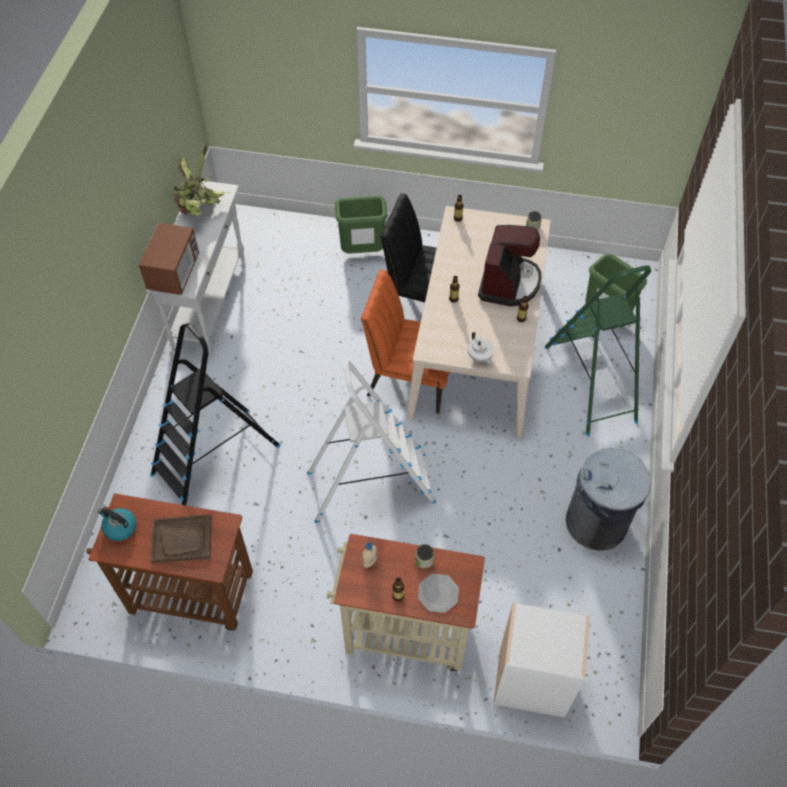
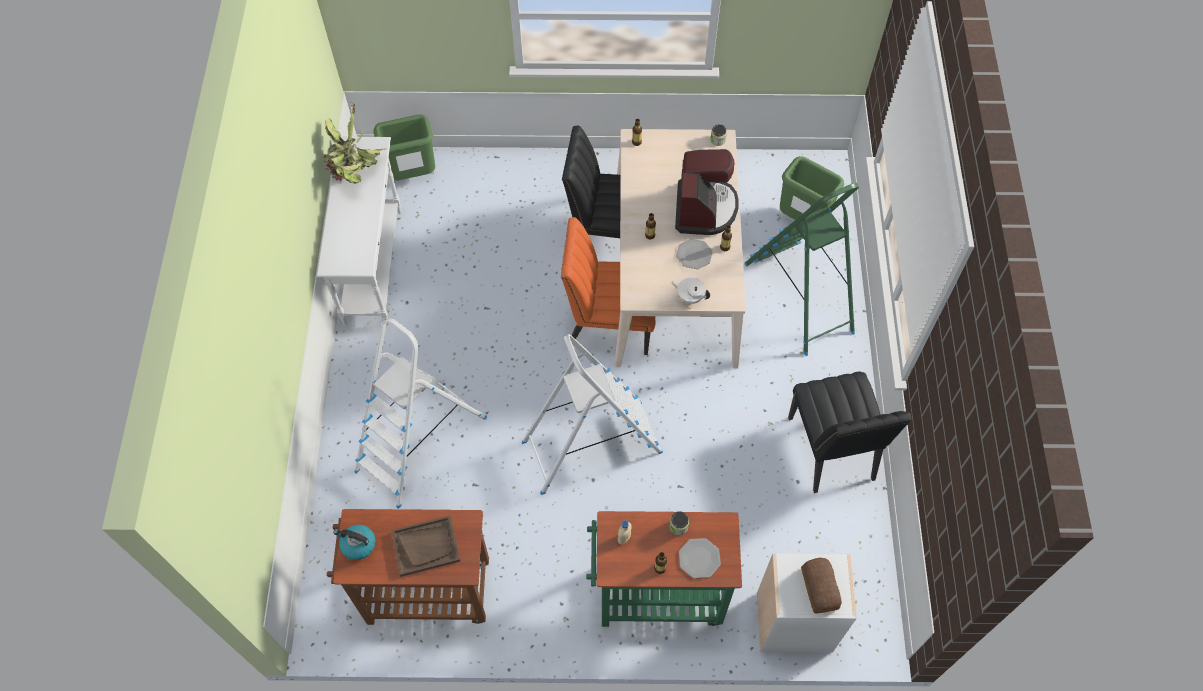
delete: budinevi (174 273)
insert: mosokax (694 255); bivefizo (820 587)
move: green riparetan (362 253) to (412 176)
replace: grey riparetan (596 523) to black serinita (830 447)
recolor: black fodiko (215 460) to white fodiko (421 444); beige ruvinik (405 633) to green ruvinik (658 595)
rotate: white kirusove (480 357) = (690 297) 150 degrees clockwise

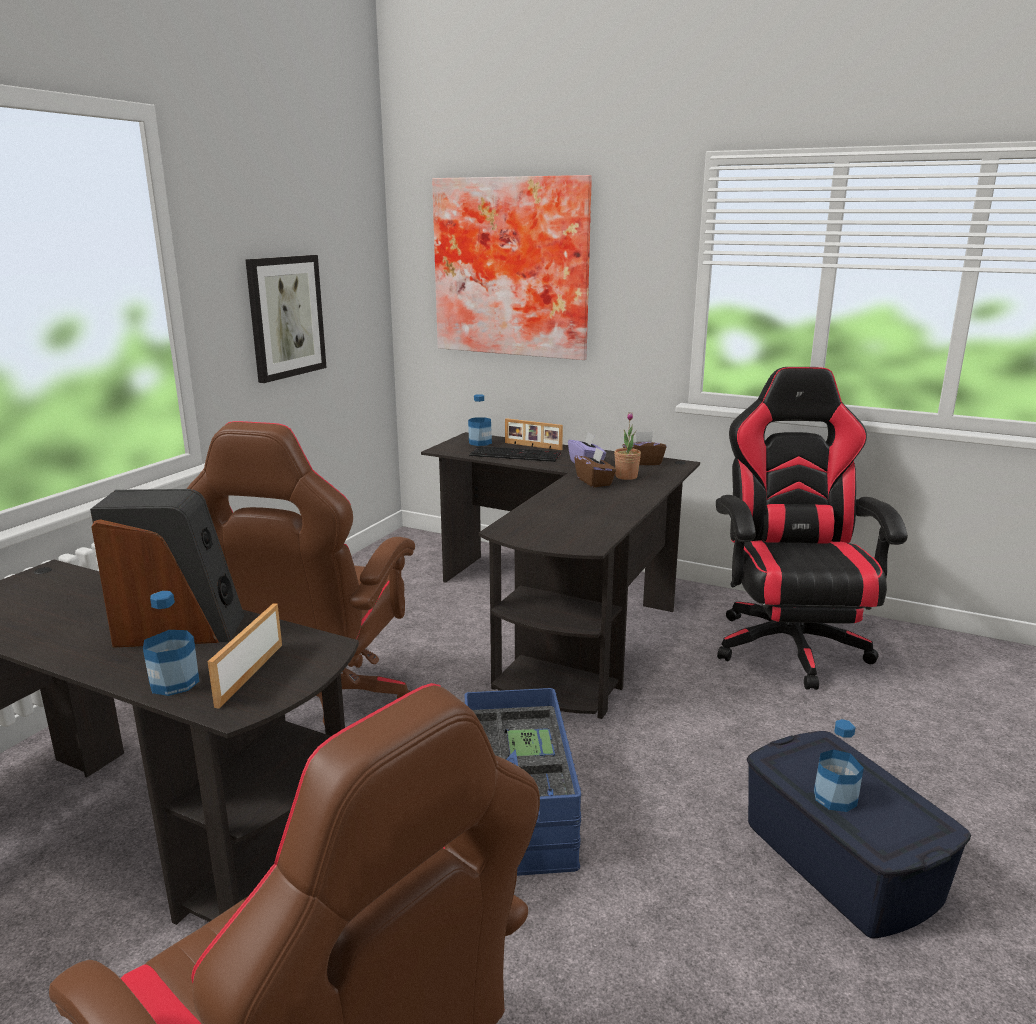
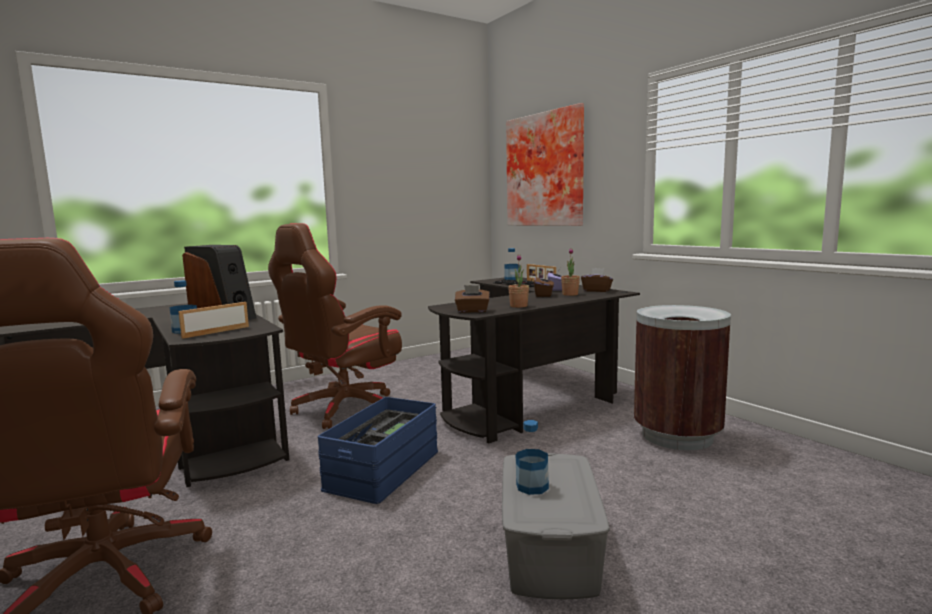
delete: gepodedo (286 317)
insert: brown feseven (472 311); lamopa (518 306)
replace: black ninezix (789 648) to brown riparetan (677 436)
recolor: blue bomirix (840 862) to grey bomirix (549 550)

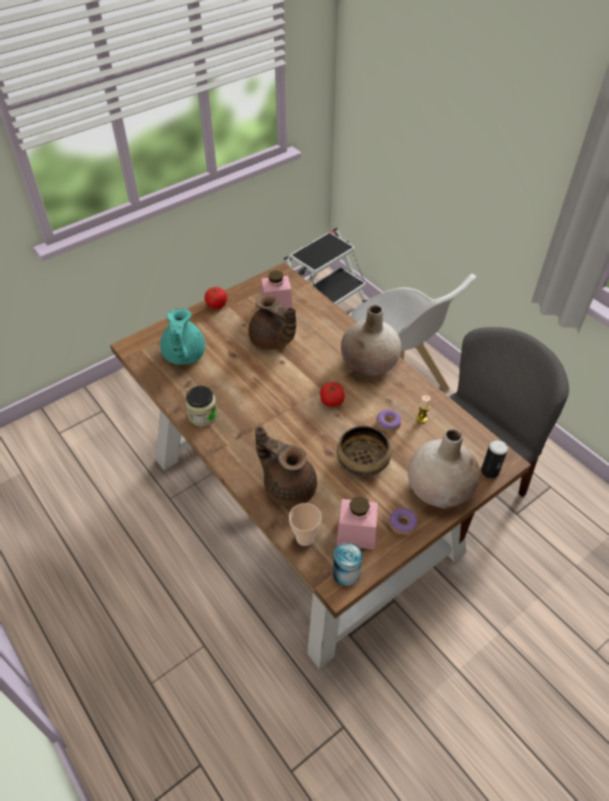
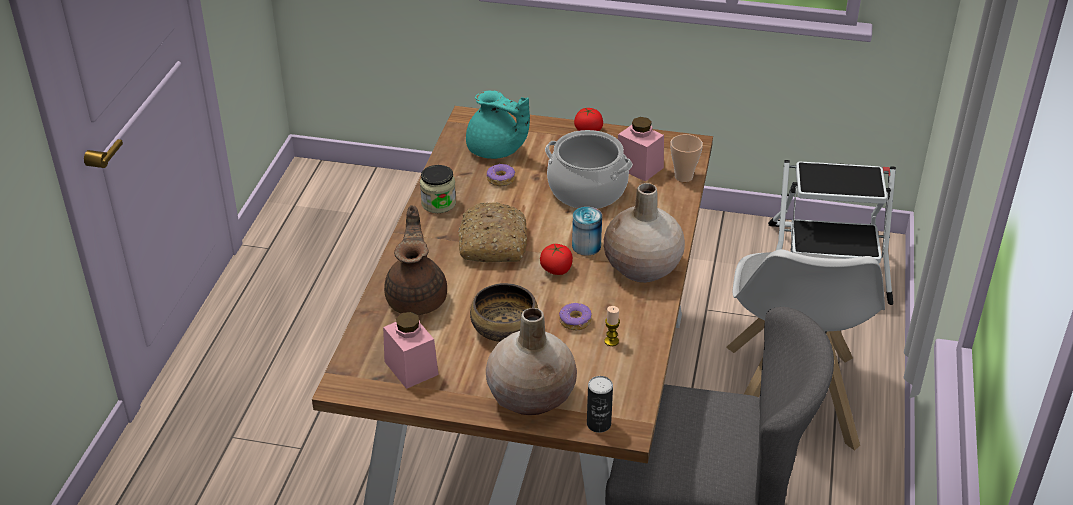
insert: bivefizo (492 243)
move: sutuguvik (402 524) to (500 179); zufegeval (346 573) to (586 246); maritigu (305 538) to (683 177)
replace: brown kirusove (272 341) to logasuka (587 190)
rotate: turquoise kirusove (183 355) = (496 151) 105 degrees counterclockwise

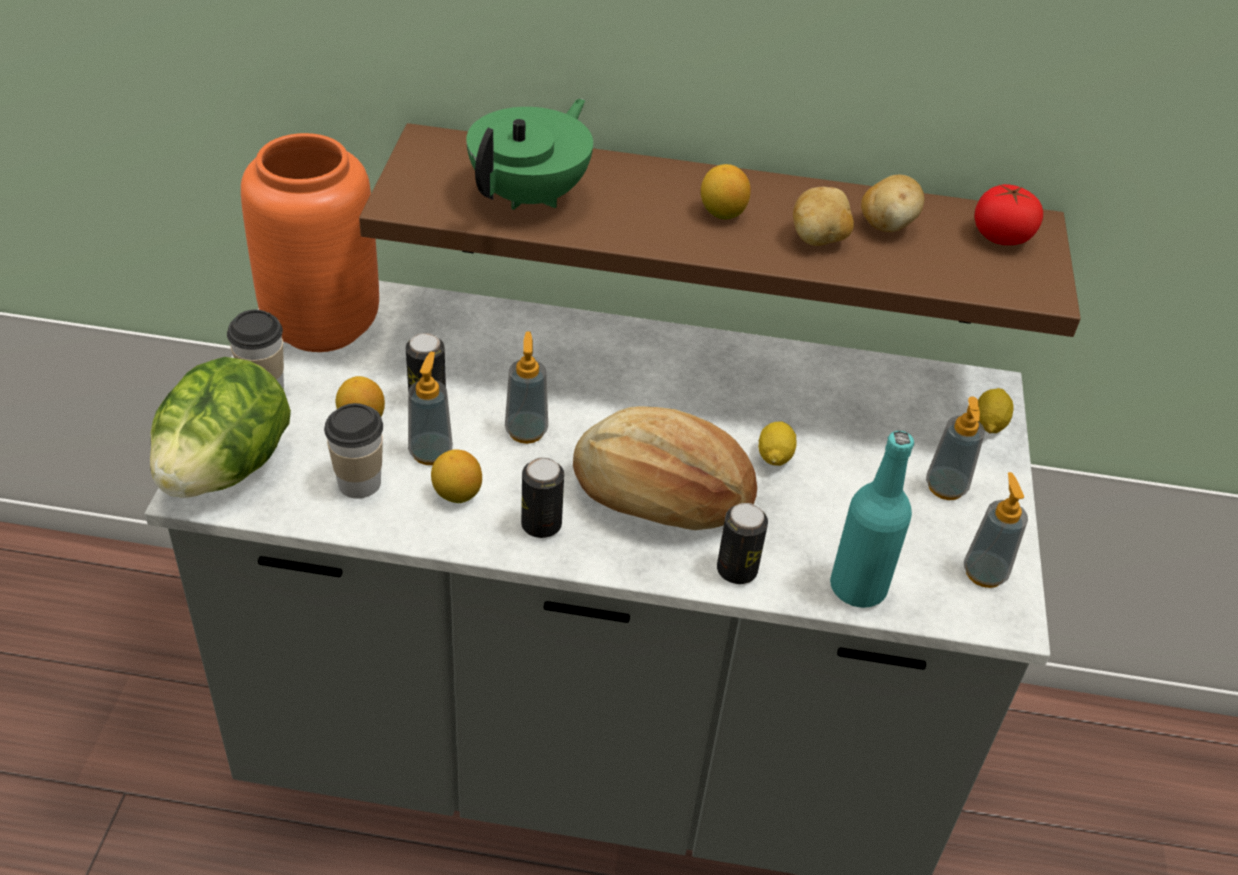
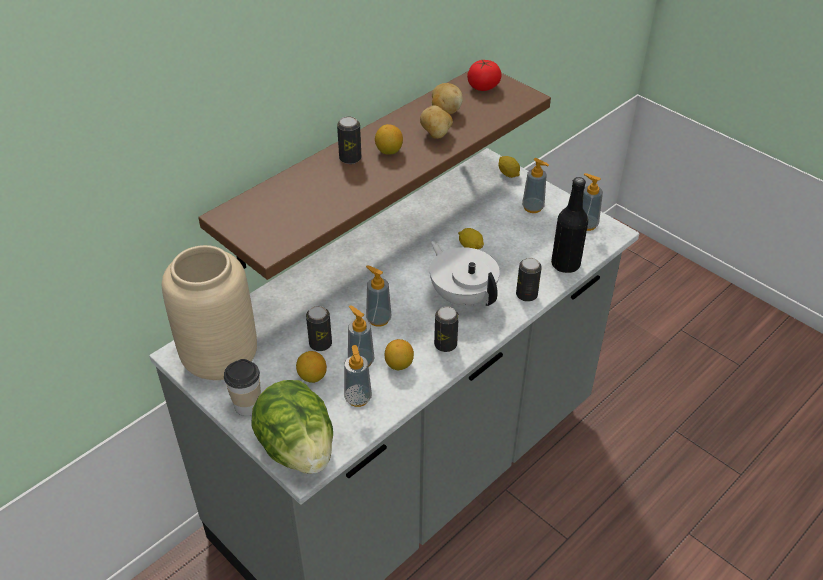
delete: green kirusove (531 195)
insert: zufegeval (350 158)
replace: maritigu (359 483) to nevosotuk (358 398); bivefizo (660 496) to white kirusove (462 295)
recolor: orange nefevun (321 327) to beige nefevun (222 360); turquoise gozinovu (858 587) to black gozinovu (565 264)

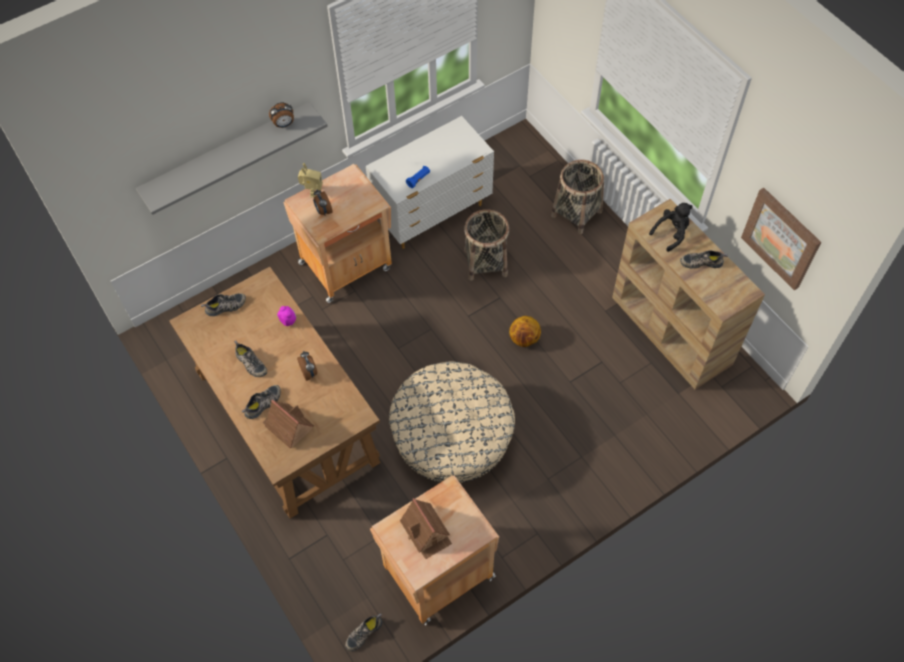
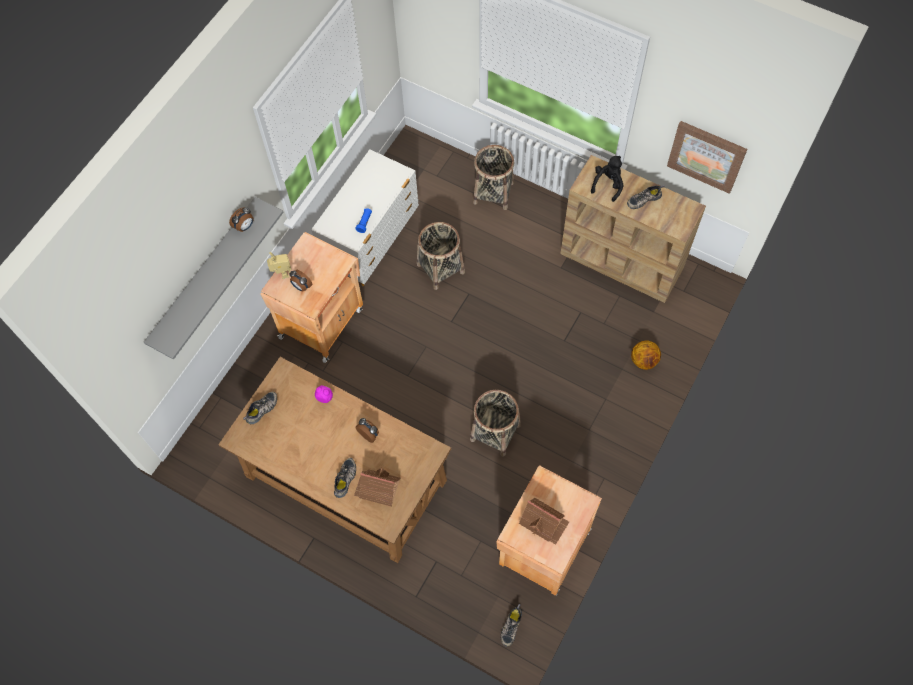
delete: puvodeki (250 363)
move: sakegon (524 339) to (644 361)
replace: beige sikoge (452 439) to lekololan (495 432)

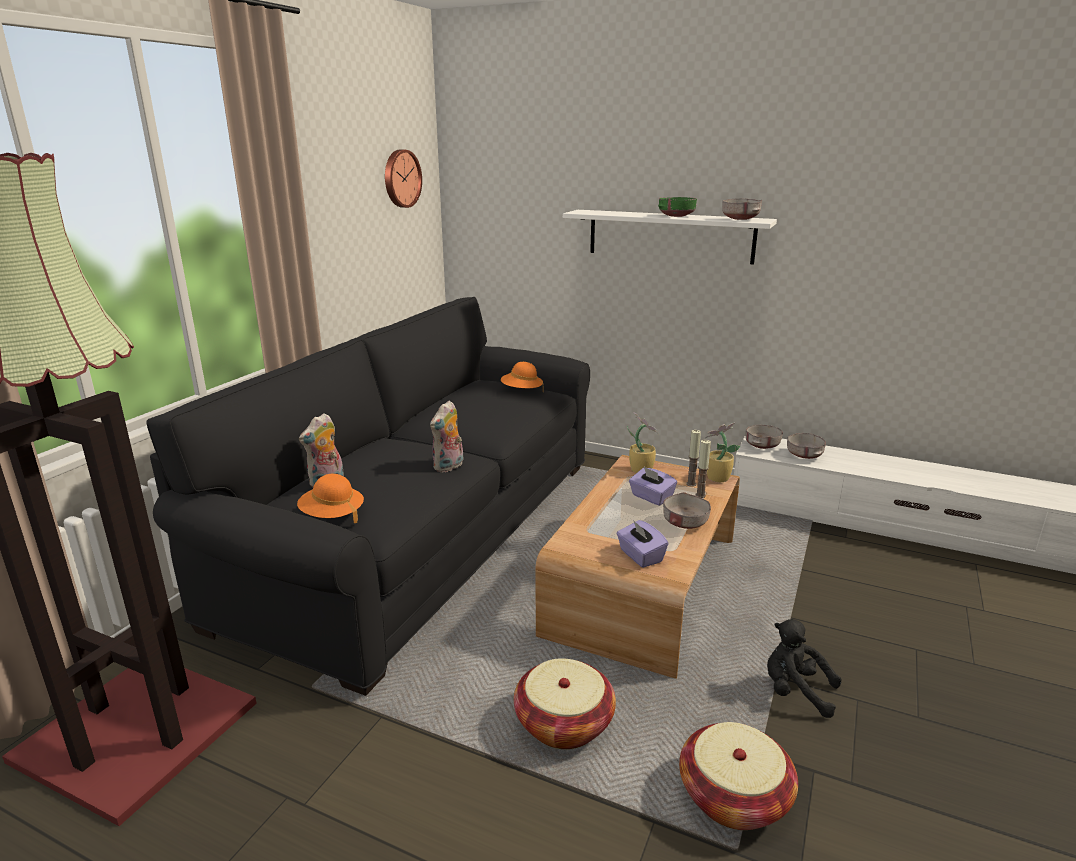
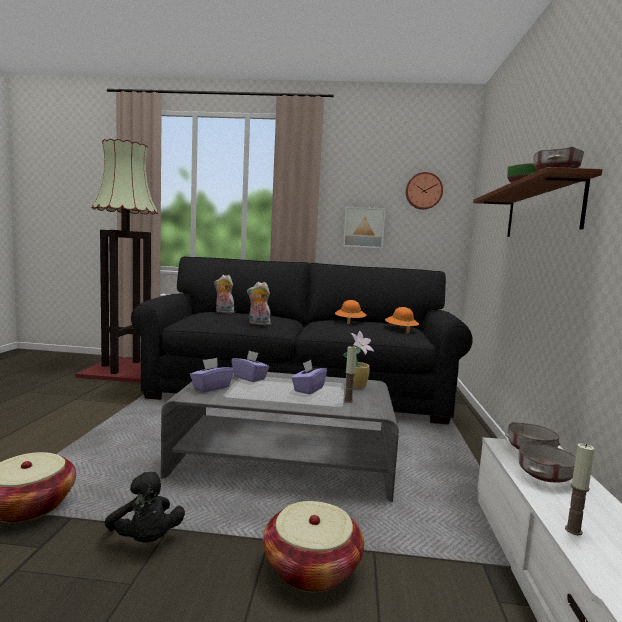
delete: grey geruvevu (684 523); lamopa (716 478)
insert: purple feseven (250 378); gepodedo (364 227)
move: lekololan (564 723) to (311 568); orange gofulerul (332 515) to (349 322); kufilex (700 495) to (573 530)
recolor: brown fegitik (643 585) to grey fegitik (283 461); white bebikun (670 236) to brown bebikun (541 211)
rotate: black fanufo (795 691) = (145 540) 135 degrees clockwise

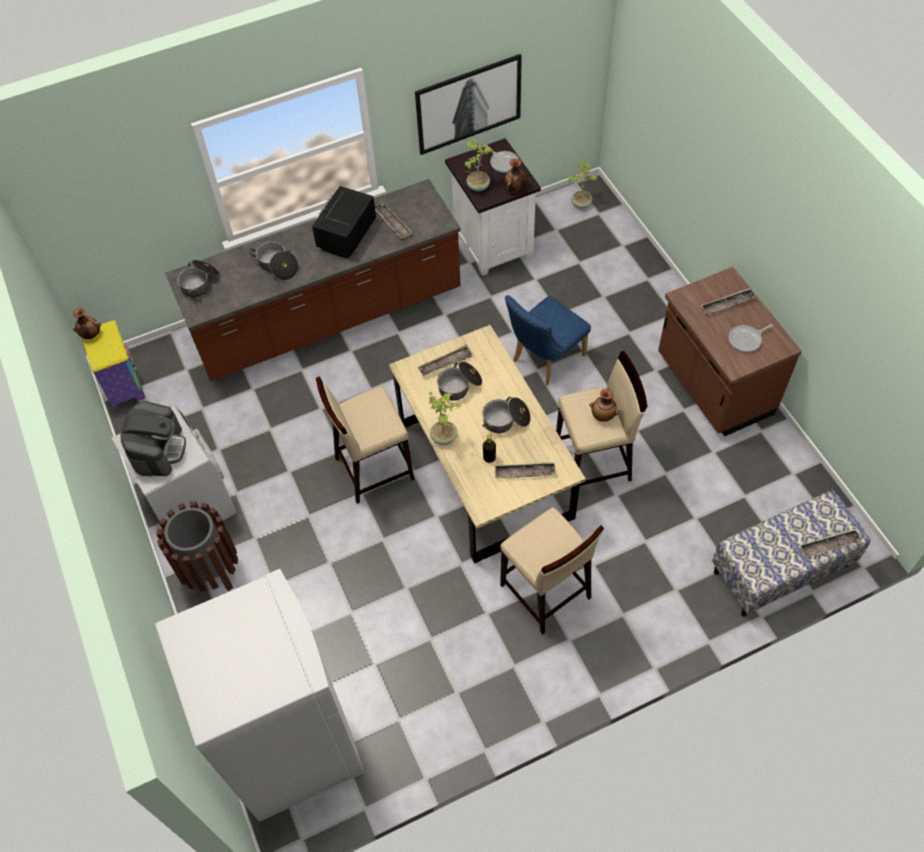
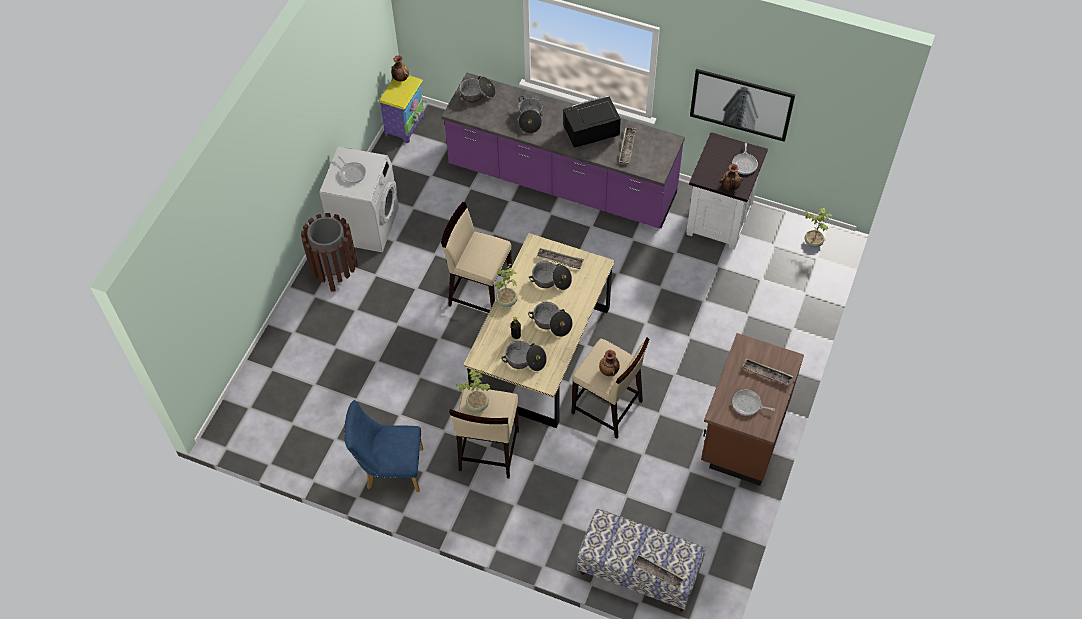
delete: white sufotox (293 744)
move: blue serinita (544 360) to (390 469); lamopa (477 186) to (477 404)
replace: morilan (158 449) to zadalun (352 173); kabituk (524 472) to logasuka (525 360)
recolor: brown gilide (328 318) to purple gilide (562 182)

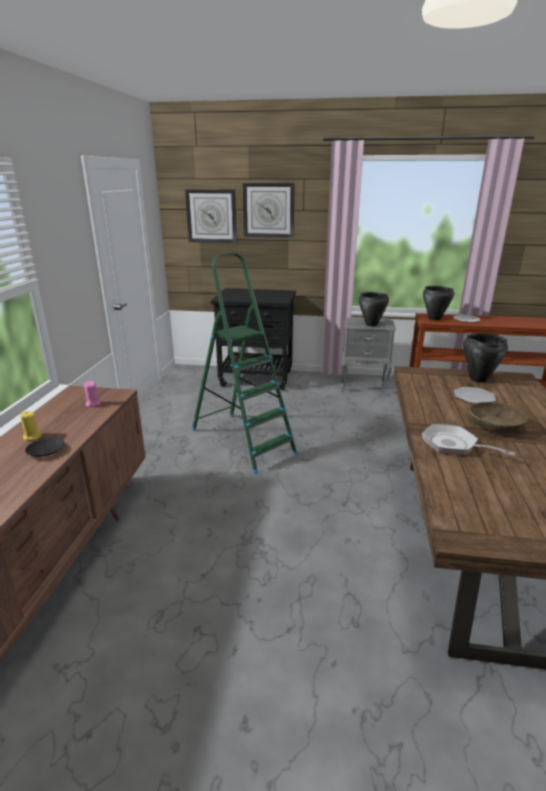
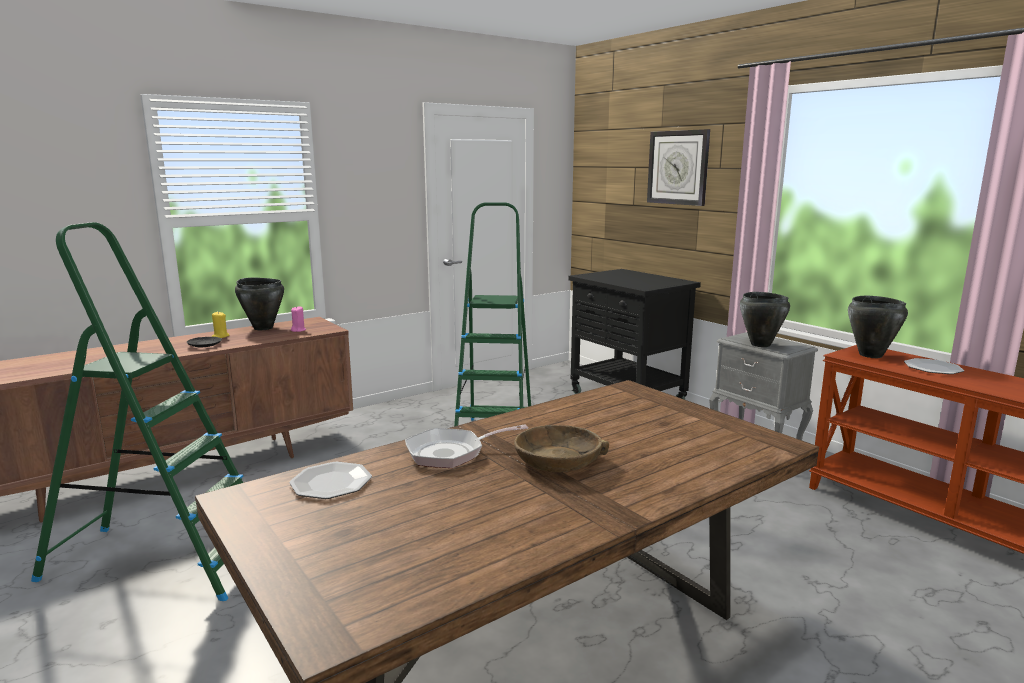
delete: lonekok (211 216)
insert: green fodiko (160 562)
move: black logasuka (477 379) to (263 328); mosokax (474 396) to (331 482)
rotate: zadalun (453 445) = (451 453) 105 degrees counterclockwise

